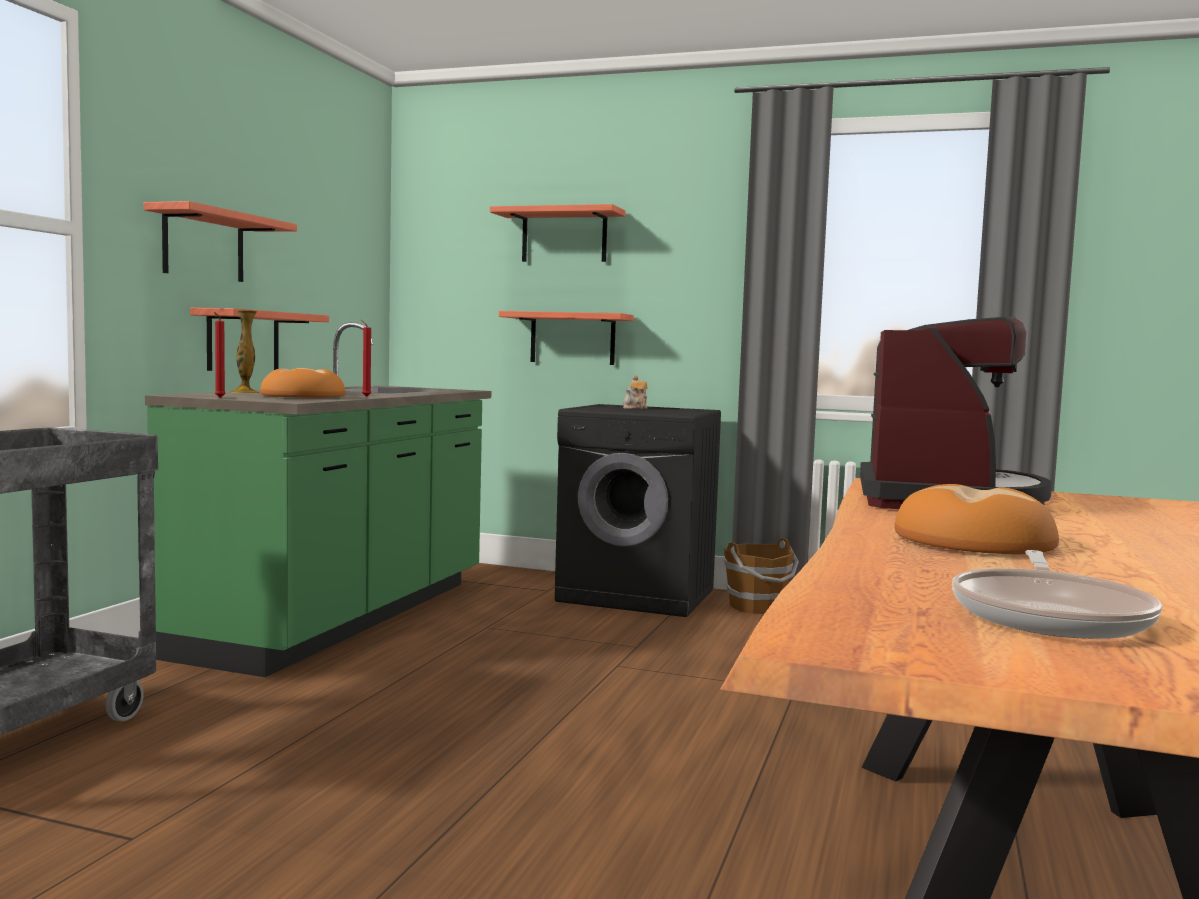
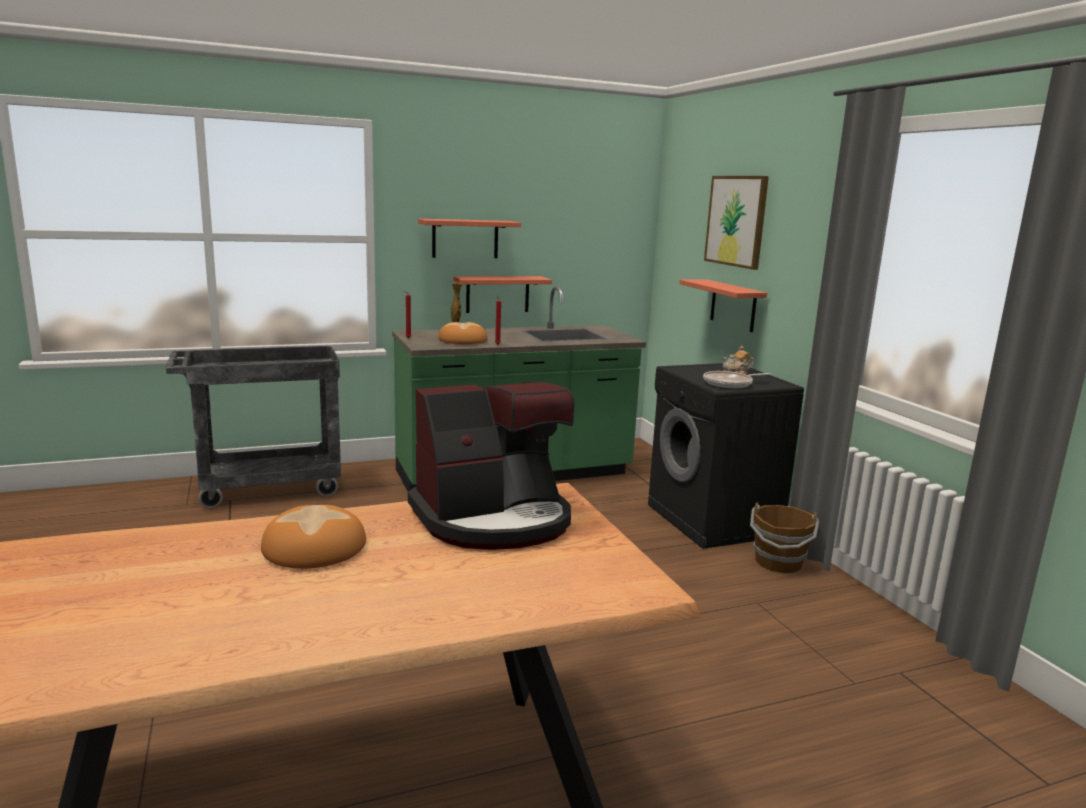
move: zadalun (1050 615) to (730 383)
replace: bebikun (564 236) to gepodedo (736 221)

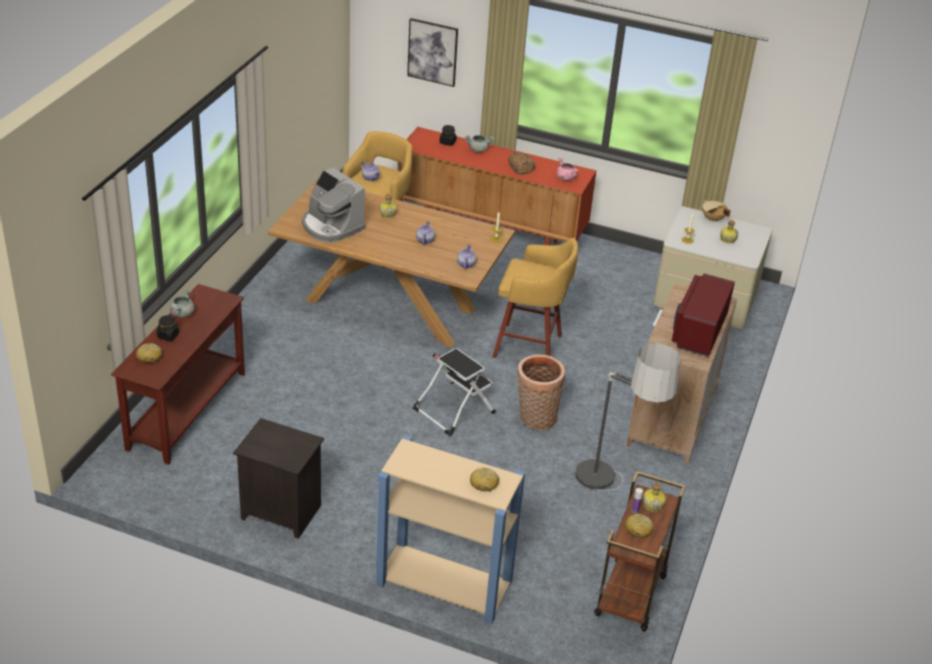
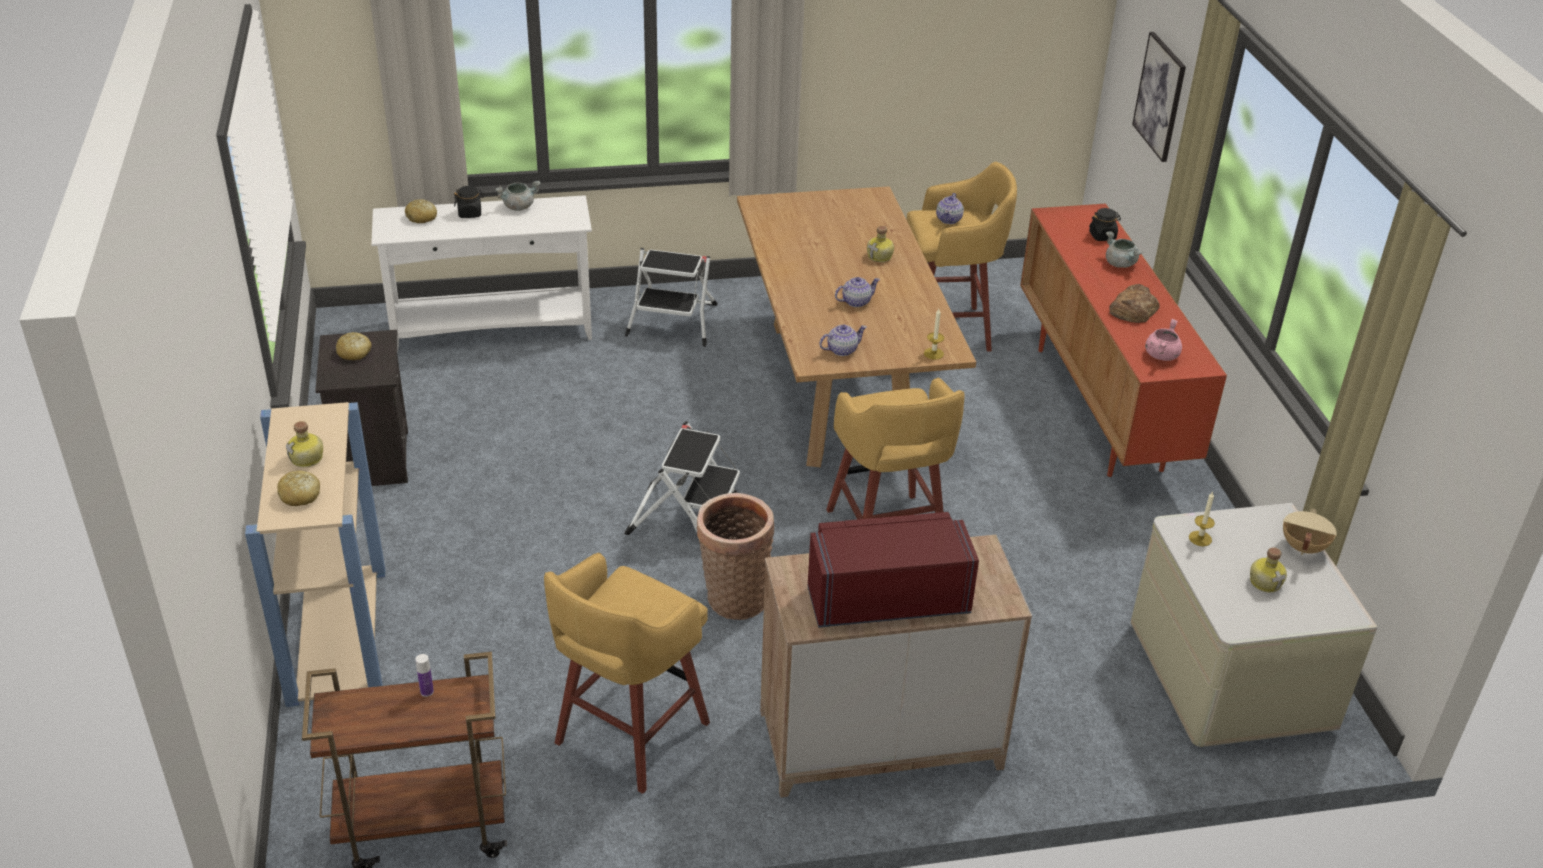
delete: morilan (331 226)
insert: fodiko (673 321)
move: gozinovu (653 504) to (308 458); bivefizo (638 529) to (354 353)
replace: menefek (611 497) to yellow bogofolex (629 736)
recolor: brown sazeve (187 410) to white sazeve (493 329)

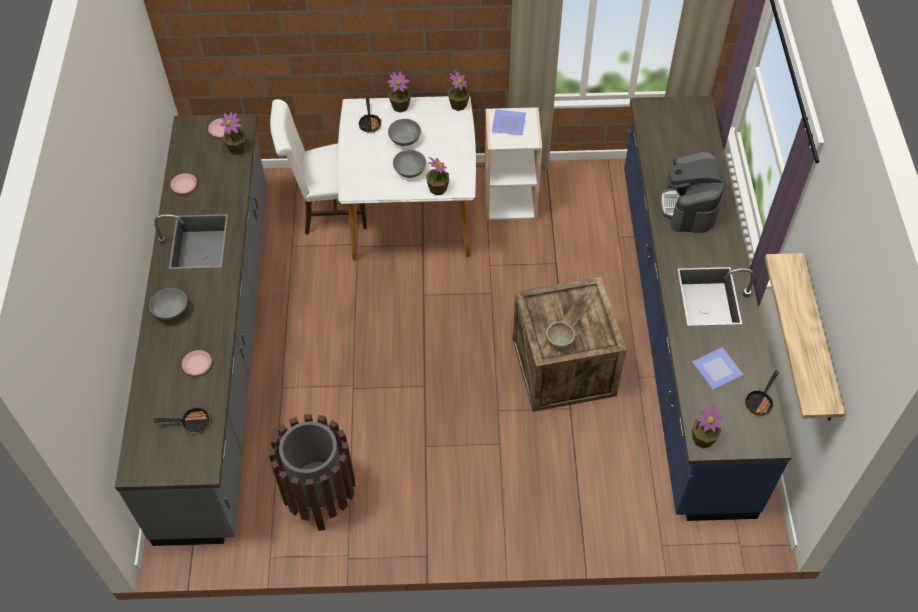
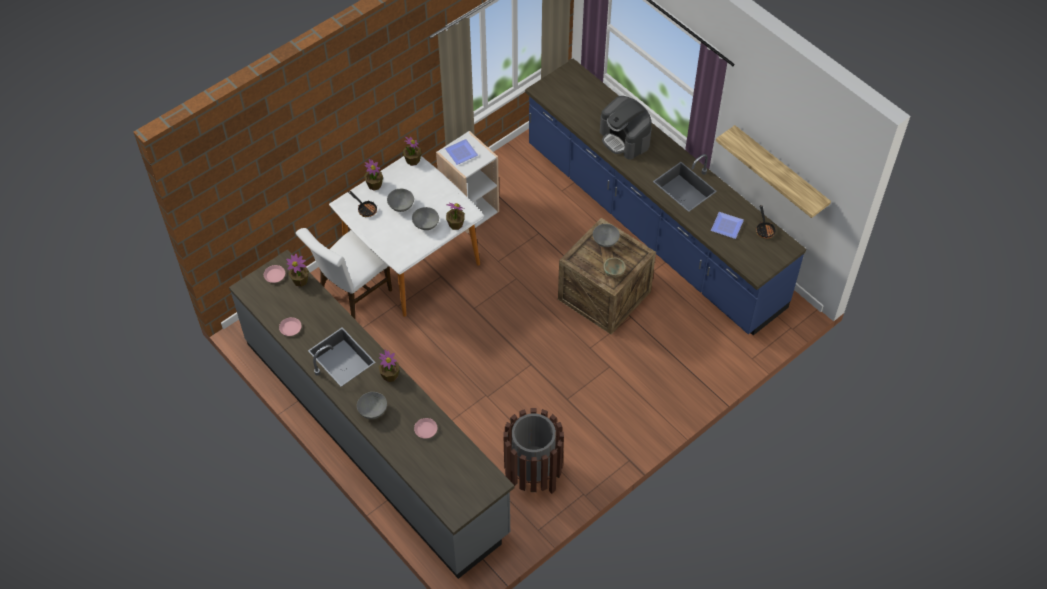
delete: zadalun (191 422)
insert: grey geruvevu (605 241)
move: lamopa (703 439) to (390 375)

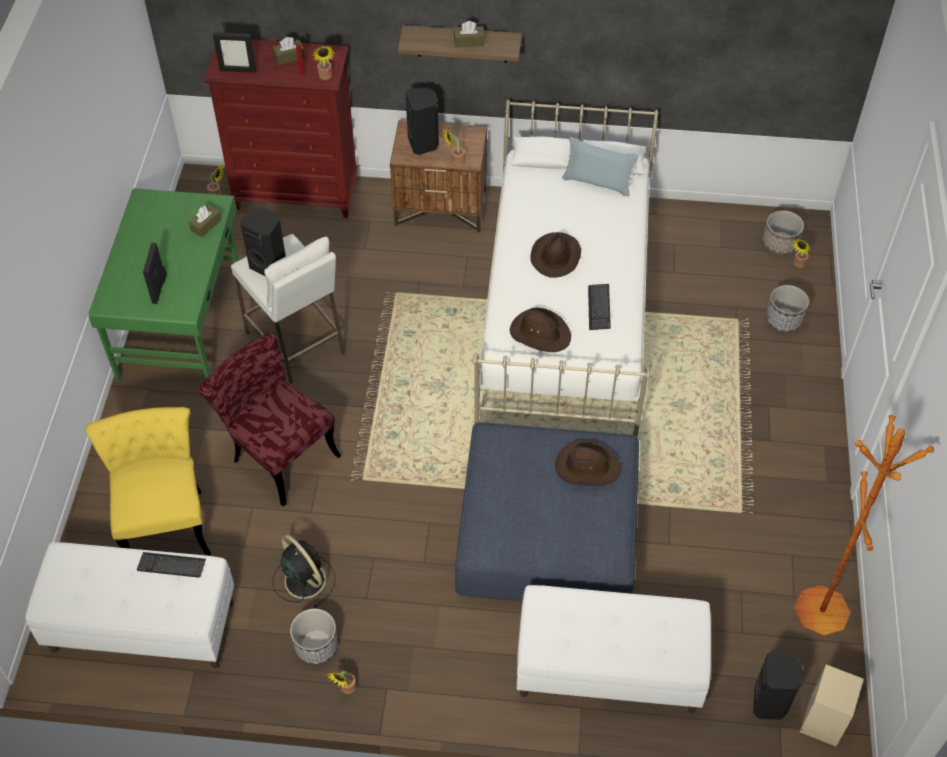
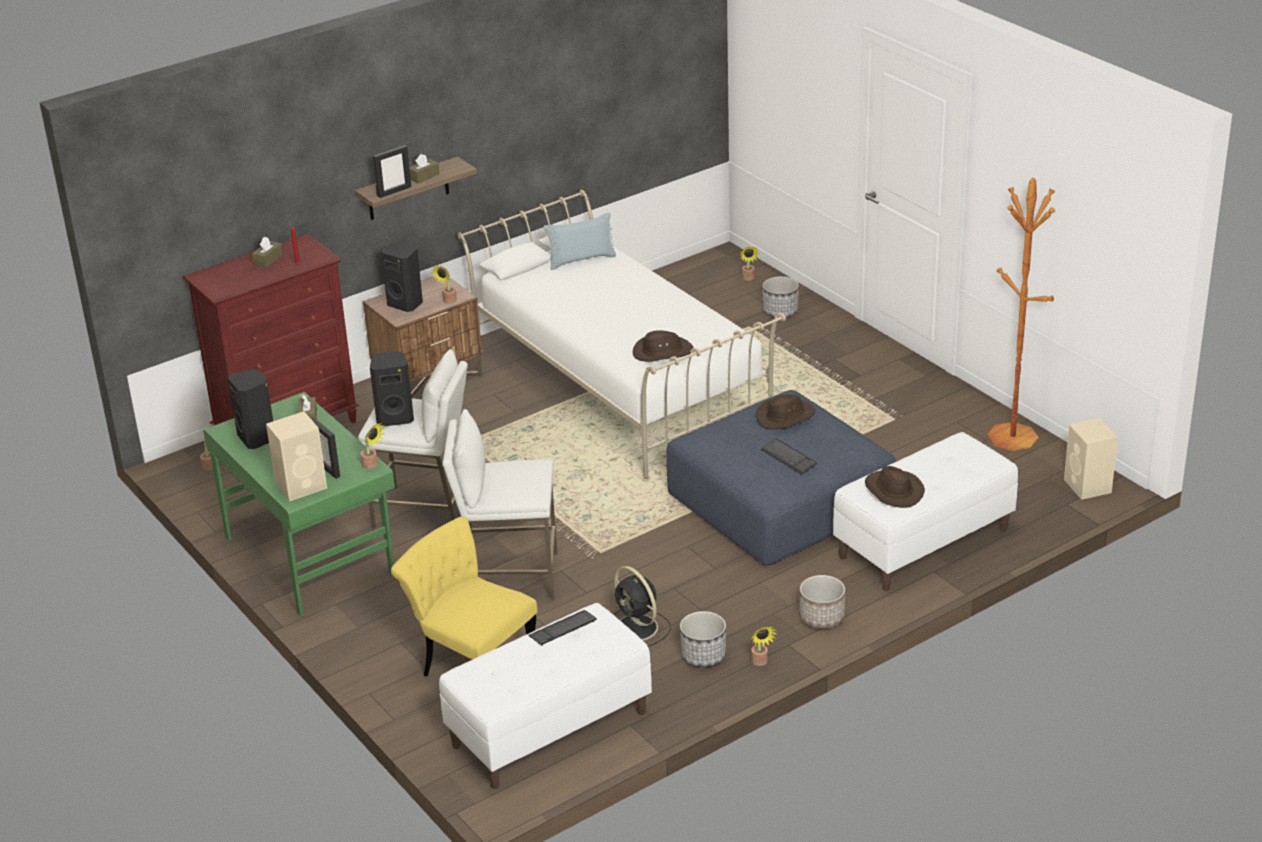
insert: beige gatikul (302 485)
move: black gatikul (770 702) to (257 438); lamopa (325 77) to (372 466); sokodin (238 69) to (394 191); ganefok (599 308) to (788 458); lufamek (779 244) to (822 618); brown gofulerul (555 256) to (893 491)
replace: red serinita (278 453) to white bogofolex (508 577)
rotate: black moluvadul (303 579) = (638 629) 135 degrees counterclockwise

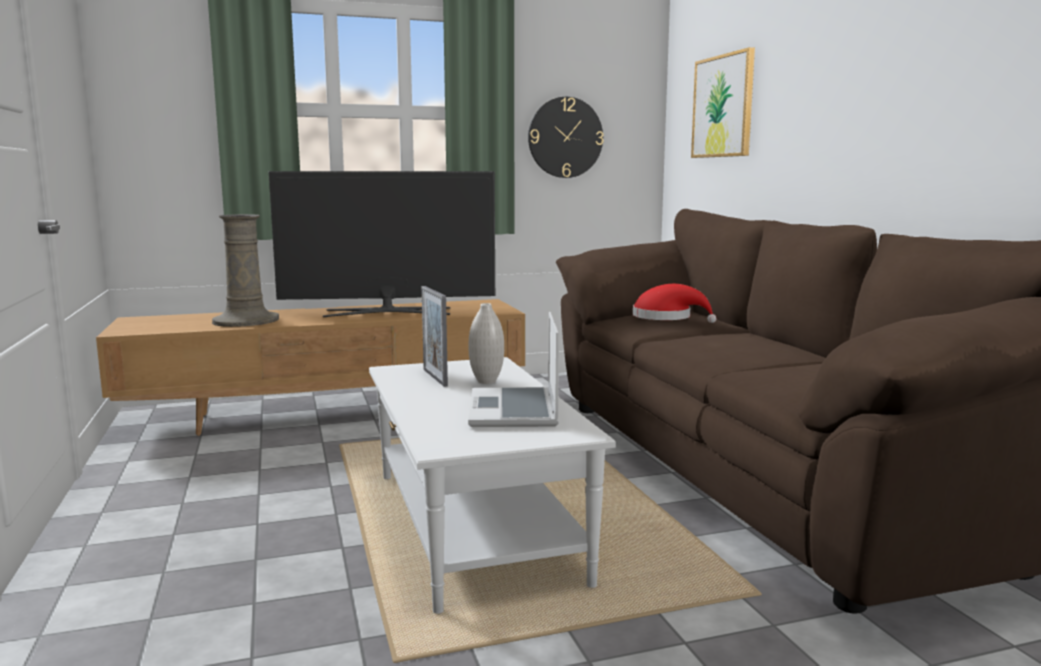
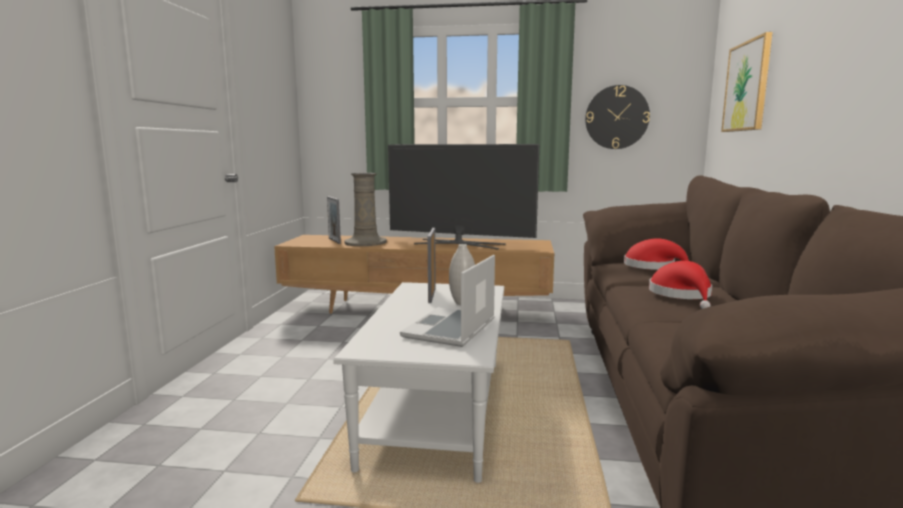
insert: sokodin (334 241); red gofulerul (682 295)

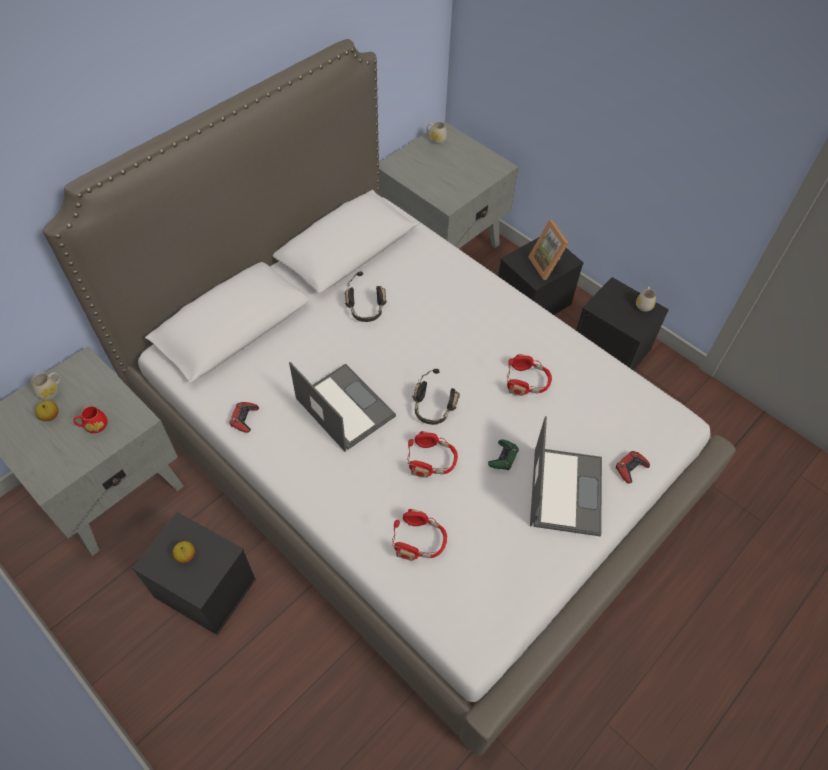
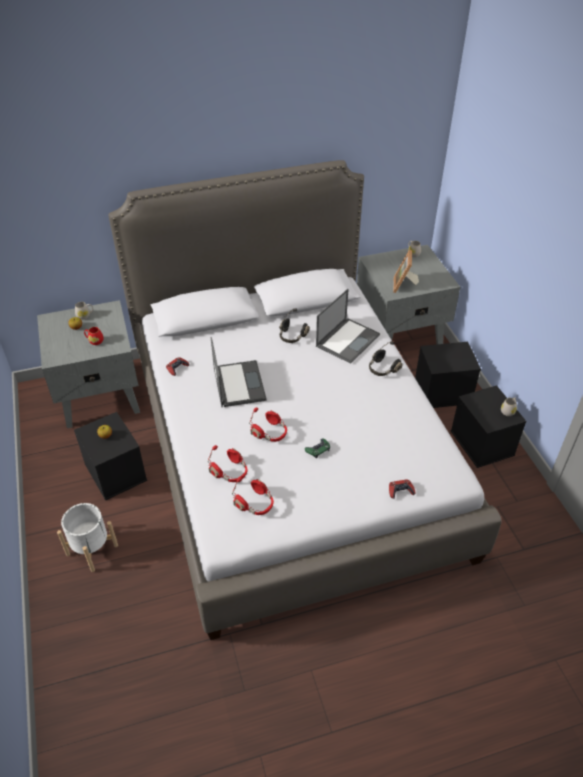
insert: white lufamek (92 550)
move: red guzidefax (527 382) to (255 504); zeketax (565 490) to (348 340); black guzidefax (433 409) to (382 369); sokodin (548 265) to (404 285)

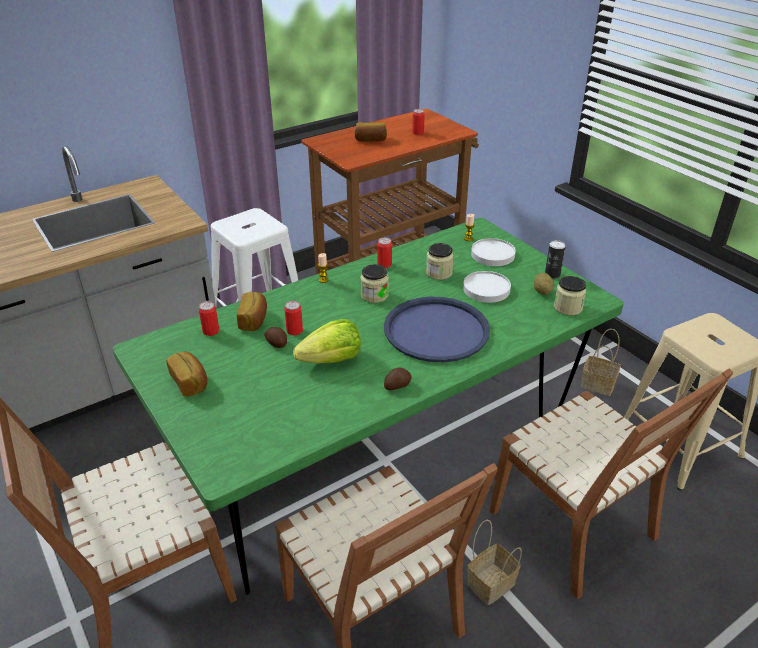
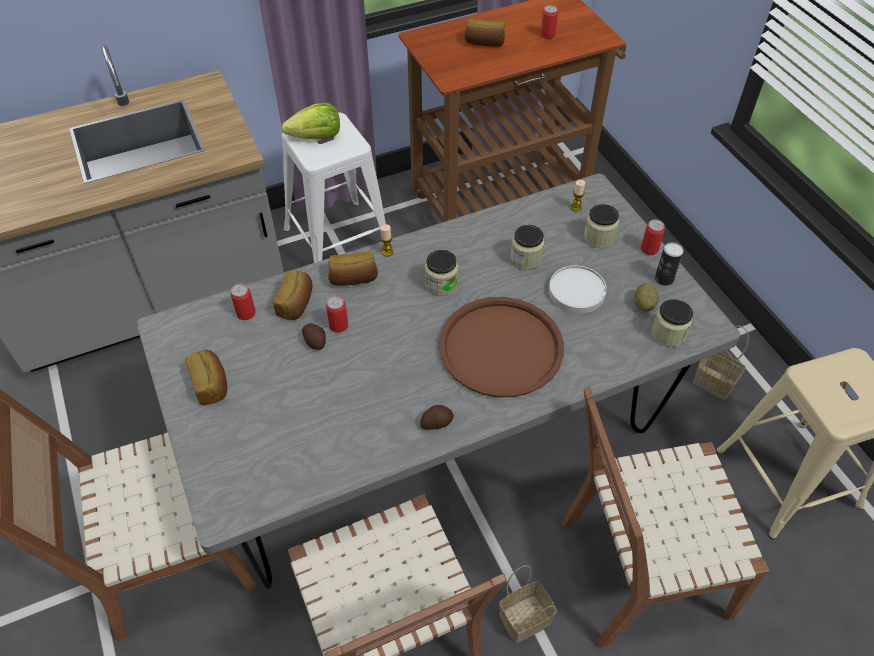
insert: bivefizo (353 279)
move: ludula (332 360) to (316 137); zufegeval (384 265) to (649 249)
replace: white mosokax (492 255) to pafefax (599 237)
recolor: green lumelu (378 458) to grey lumelu (437 443); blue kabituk (436 330) to brown kabituk (501 348)
rotate: serinita (576 531) = (635 571) 105 degrees clockwise

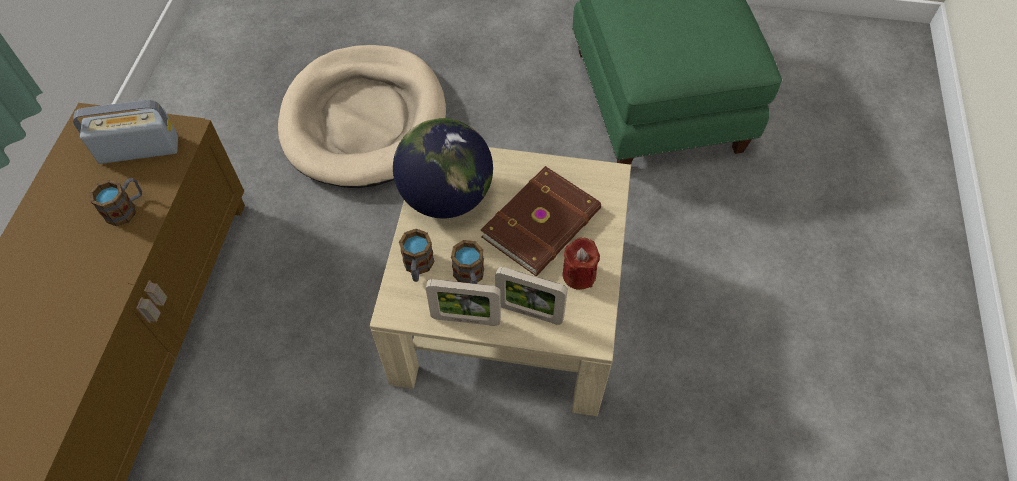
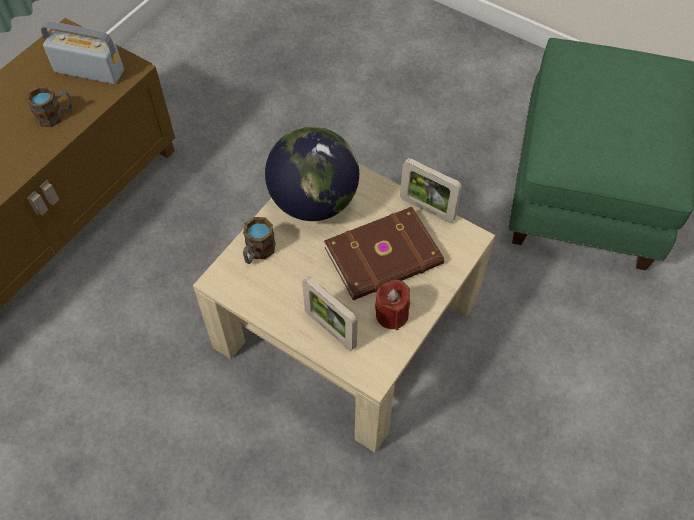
delete: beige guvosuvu (365 120); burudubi (470 278)
move: sokodin (466 319) to (427 209)

